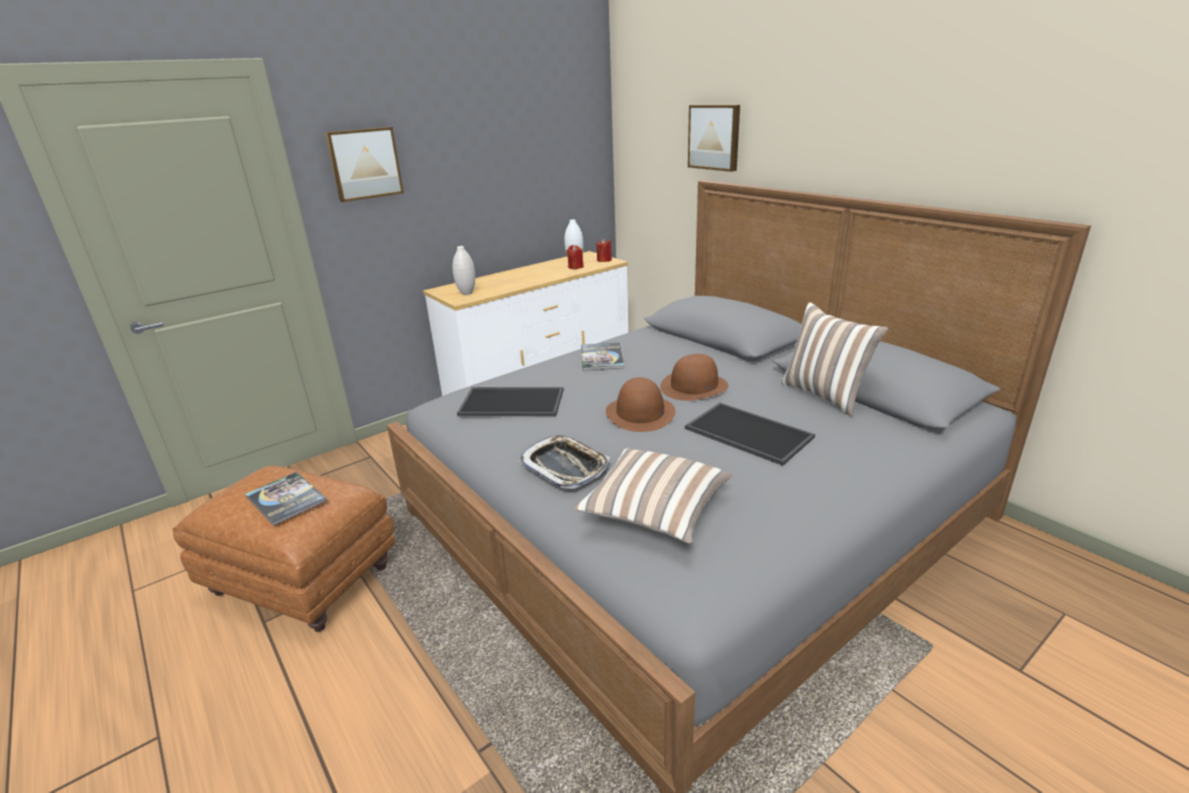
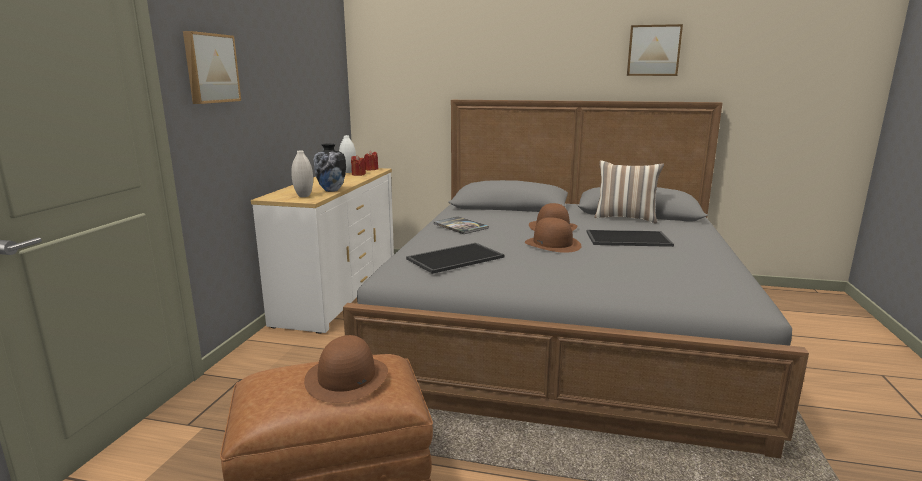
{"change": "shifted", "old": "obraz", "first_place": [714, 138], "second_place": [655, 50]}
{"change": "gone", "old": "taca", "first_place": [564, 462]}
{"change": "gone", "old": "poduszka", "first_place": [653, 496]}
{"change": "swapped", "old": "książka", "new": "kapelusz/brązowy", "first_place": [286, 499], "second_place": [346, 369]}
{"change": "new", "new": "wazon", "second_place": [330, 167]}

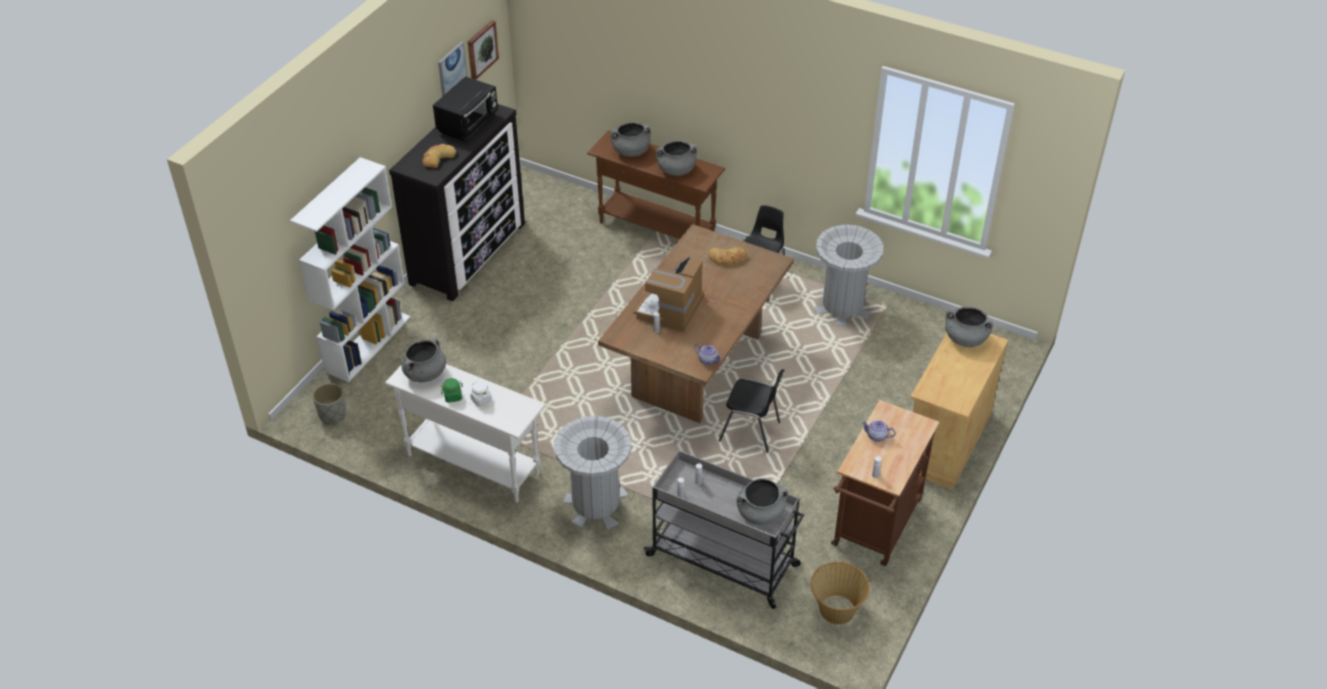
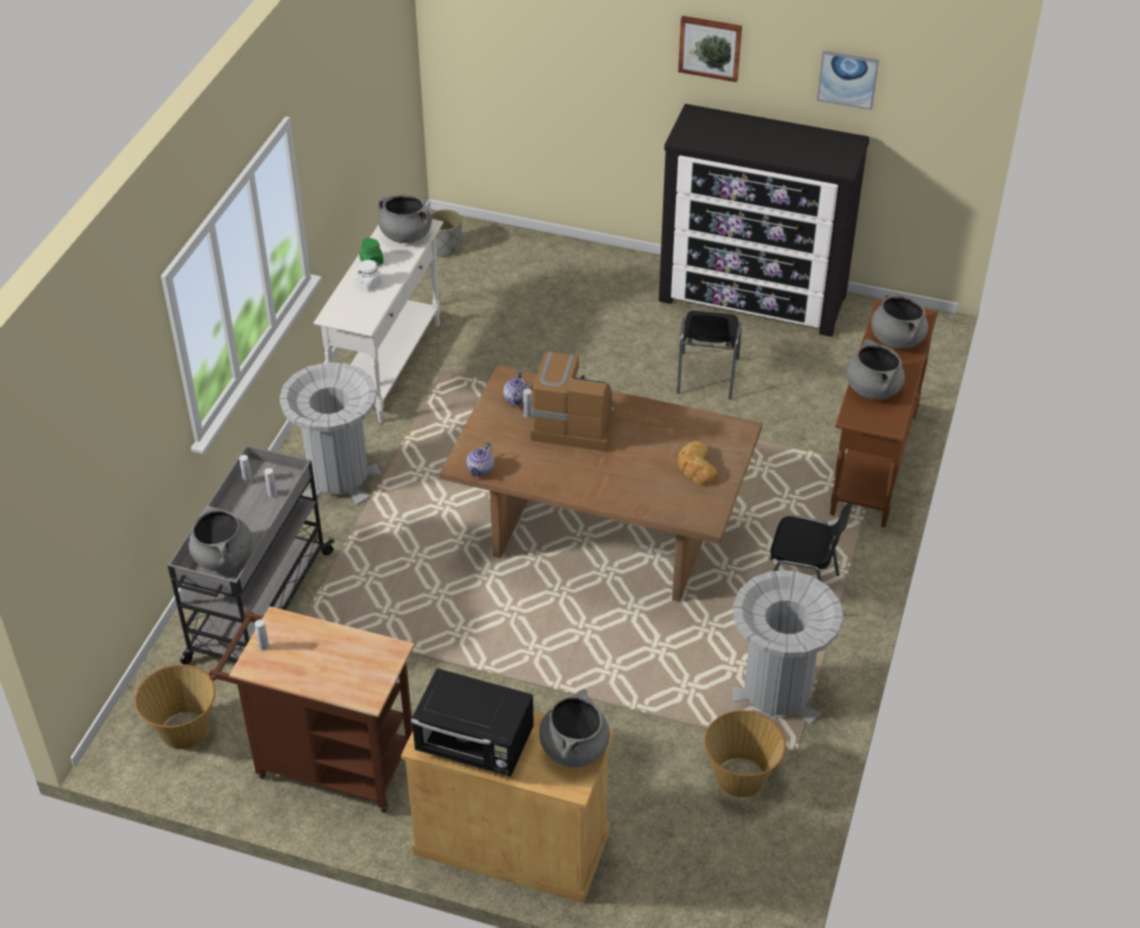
{"change": "shifted", "old": "obraz", "first_place": [483, 50], "second_place": [710, 49]}
{"change": "shifted", "old": "mikrofalówka/czarny", "first_place": [465, 108], "second_place": [472, 722]}
{"change": "gone", "old": "chleb", "first_place": [439, 156]}
{"change": "gone", "old": "regał/biały", "first_place": [350, 269]}
{"change": "shifted", "old": "krzesło/czarny", "first_place": [751, 411], "second_place": [709, 355]}
{"change": "shifted", "old": "imbryk", "first_place": [879, 431], "second_place": [516, 388]}
{"change": "new", "new": "koszyk", "second_place": [745, 754]}

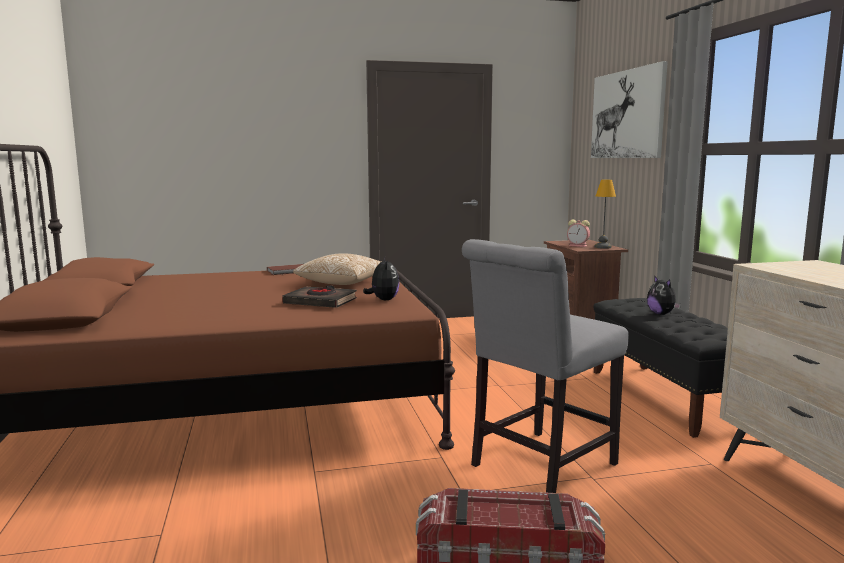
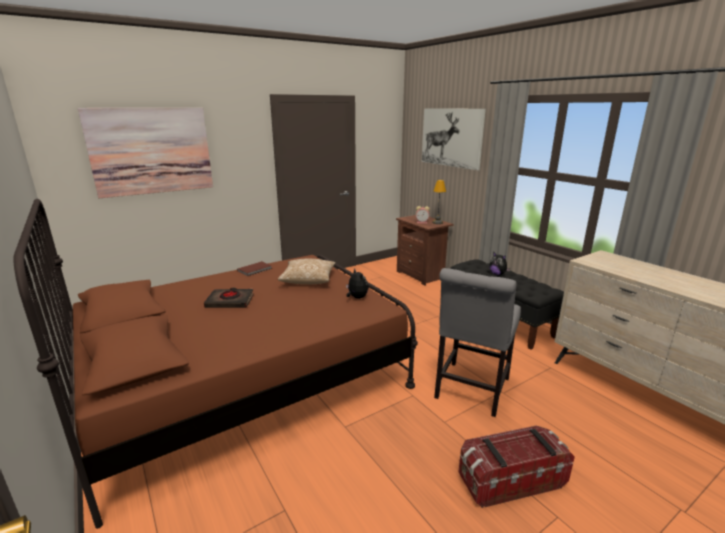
{"change": "shifted", "old": "książka/czarny", "first_place": [319, 296], "second_place": [229, 298]}
{"change": "new", "new": "obraz", "second_place": [145, 153]}

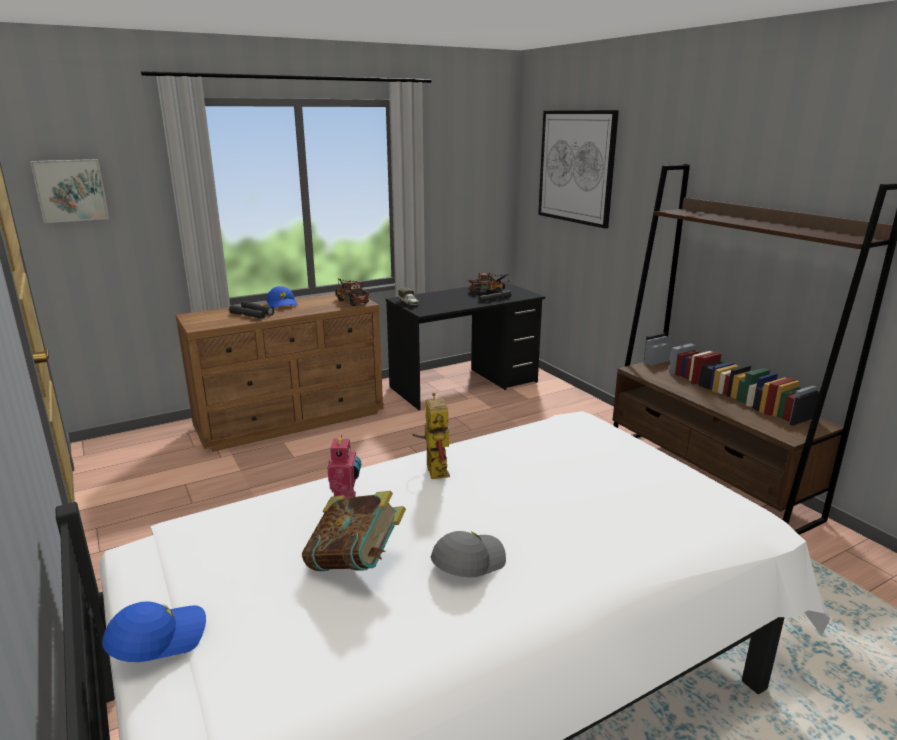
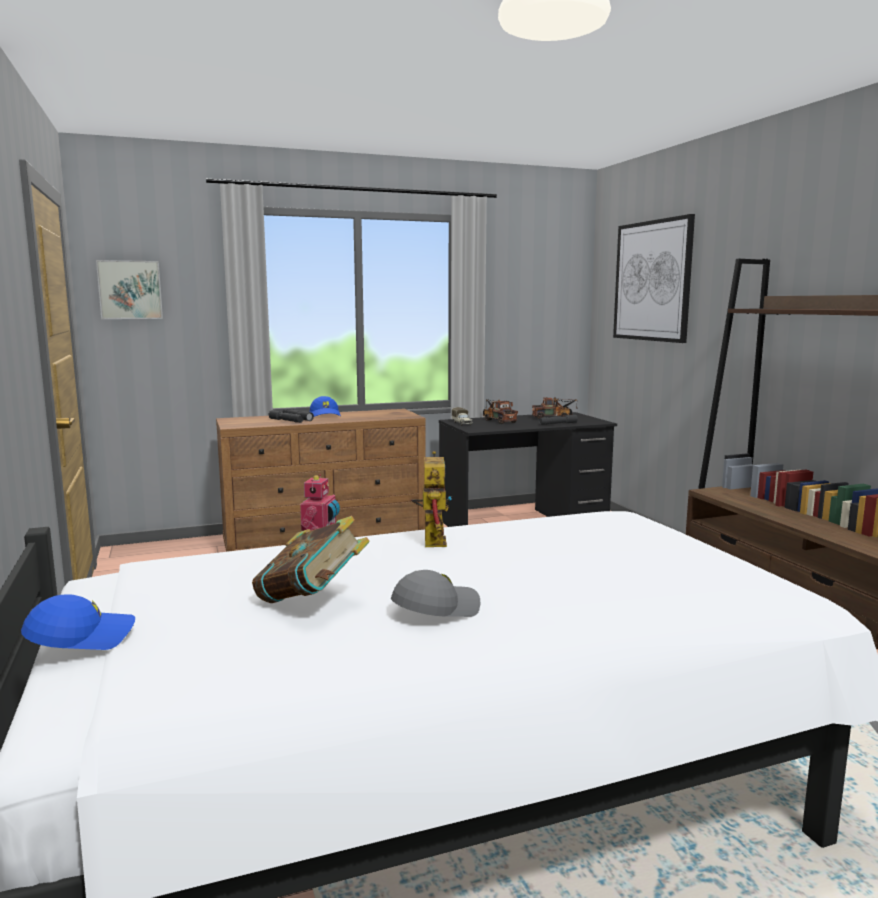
{"change": "shifted", "old": "ciężarówka zabawkowa", "first_place": [352, 292], "second_place": [500, 411]}

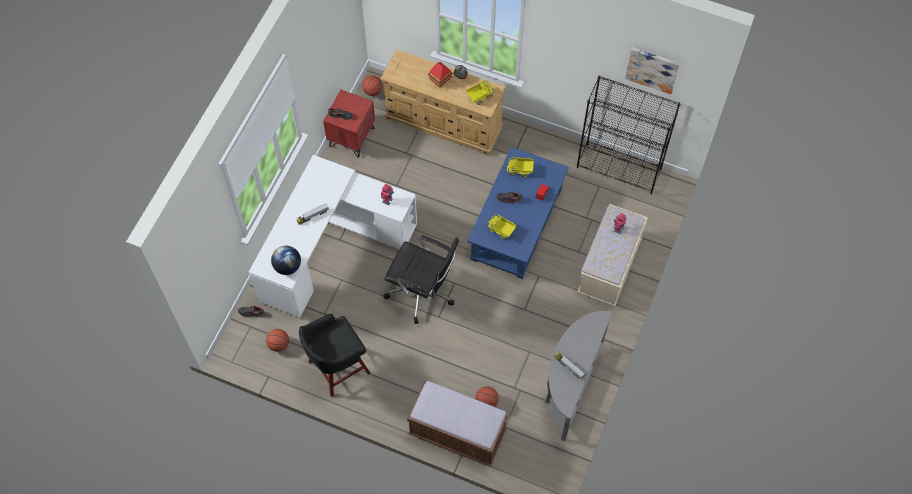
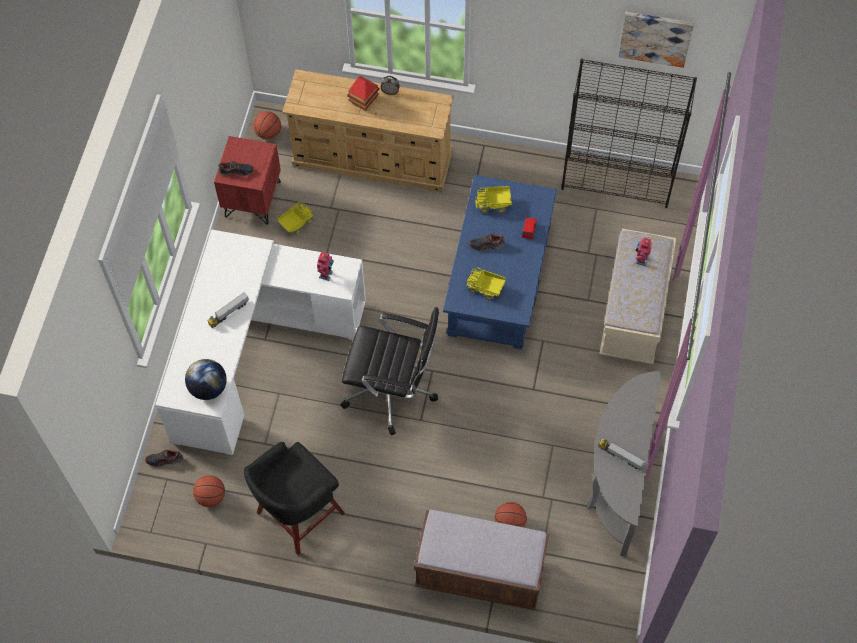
{"change": "shifted", "old": "ciężarówka zabawkowa", "first_place": [479, 93], "second_place": [295, 218]}

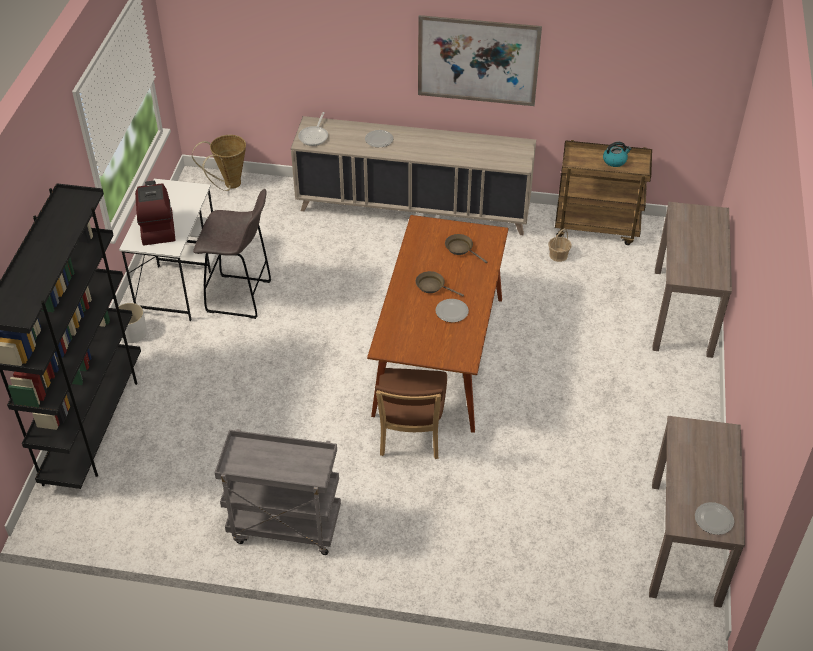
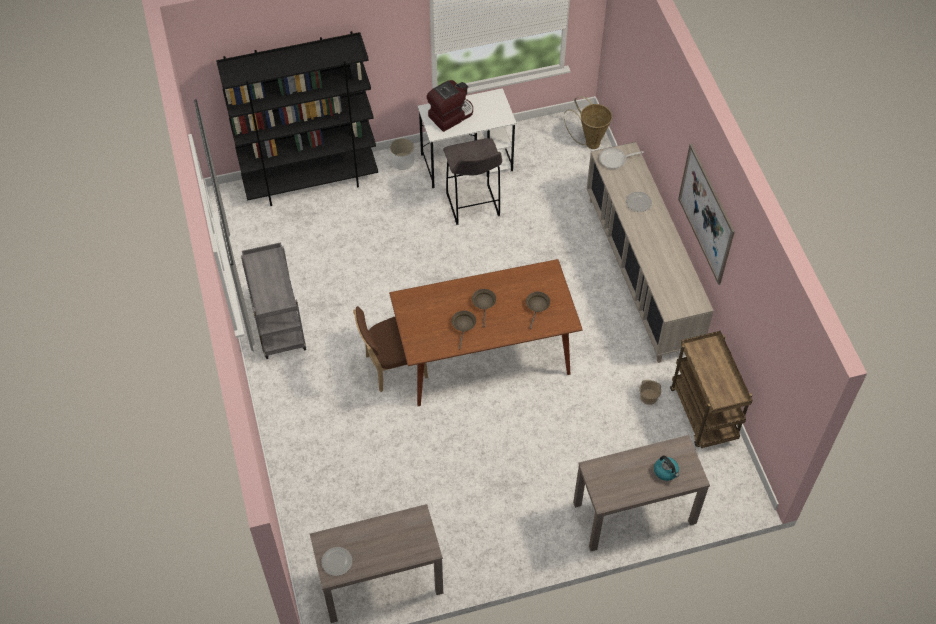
{"change": "shifted", "old": "czajnik", "first_place": [617, 154], "second_place": [666, 468]}
{"change": "swapped", "old": "talerz", "new": "patelnia/brązowy", "first_place": [452, 310], "second_place": [463, 330]}

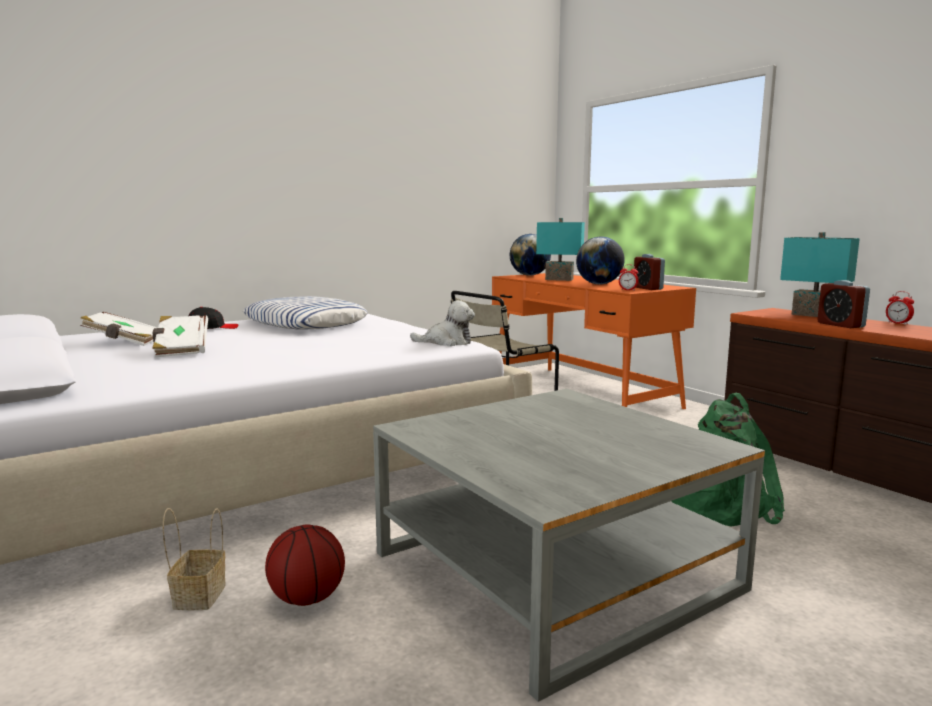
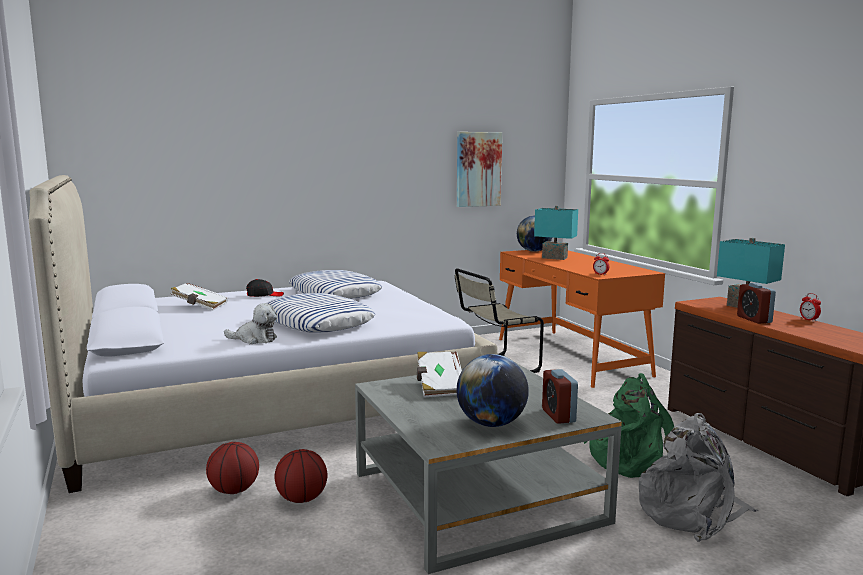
{"change": "shifted", "old": "globus", "first_place": [600, 260], "second_place": [493, 390]}
{"change": "shifted", "old": "budzik", "first_place": [649, 272], "second_place": [560, 396]}
{"change": "shifted", "old": "pluszak", "first_place": [442, 323], "second_place": [250, 323]}
{"change": "shifted", "old": "książka/biały", "first_place": [180, 336], "second_place": [439, 374]}
{"change": "swapped", "old": "koszyk", "new": "piłka do koszykówki", "first_place": [194, 559], "second_place": [232, 468]}
{"change": "new", "new": "obraz", "second_place": [479, 169]}
{"change": "new", "new": "poduszka", "second_place": [321, 313]}
{"change": "new", "new": "plecak/szary", "second_place": [698, 477]}

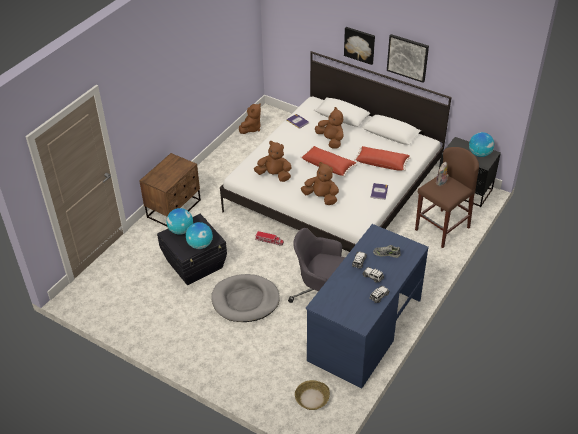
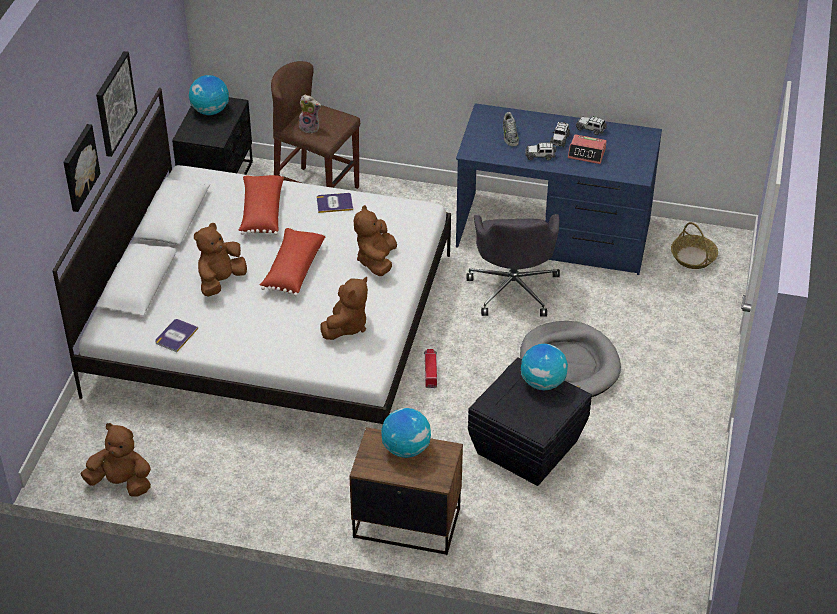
{"change": "rotated", "old": "pluszak/brązowy", "first_place": [273, 161], "second_place": [344, 308], "degrees": -150}
{"change": "shifted", "old": "globus", "first_place": [179, 221], "second_place": [406, 433]}
{"change": "new", "new": "budzik", "second_place": [587, 149]}

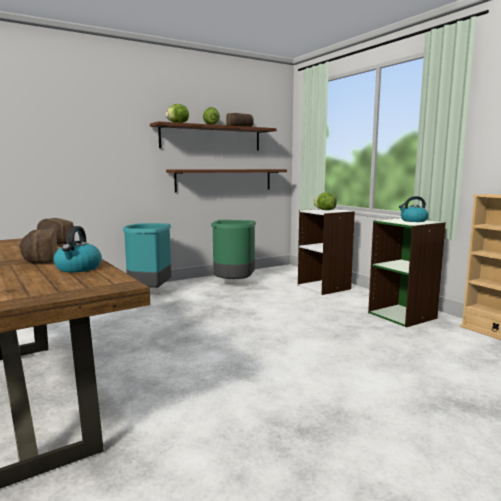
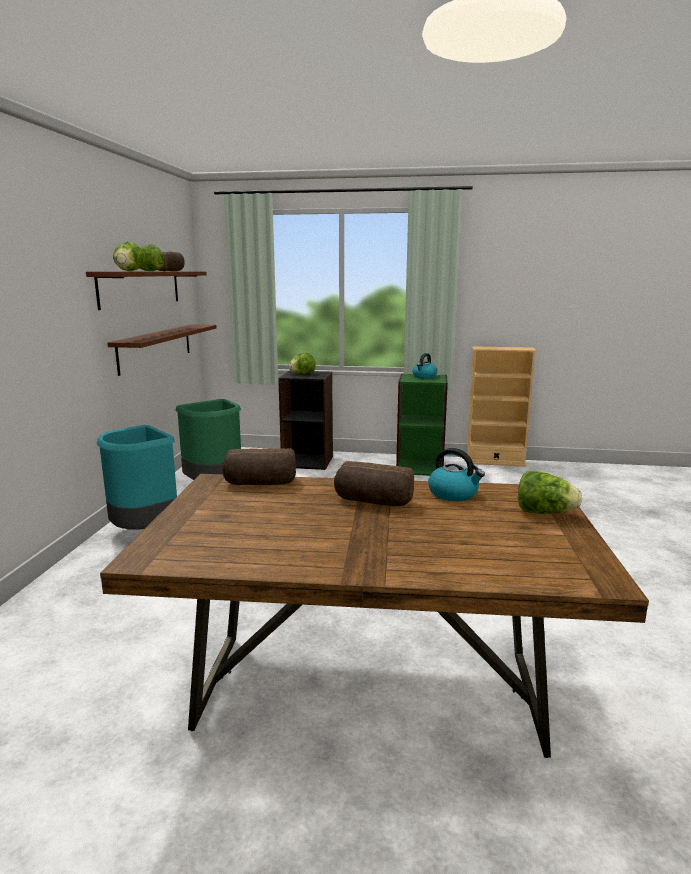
{"change": "repainted", "old": "regał/biały", "new": "regał/czarny", "first_place": [326, 252], "second_place": [305, 420]}
{"change": "new", "new": "sałata", "second_place": [550, 492]}

